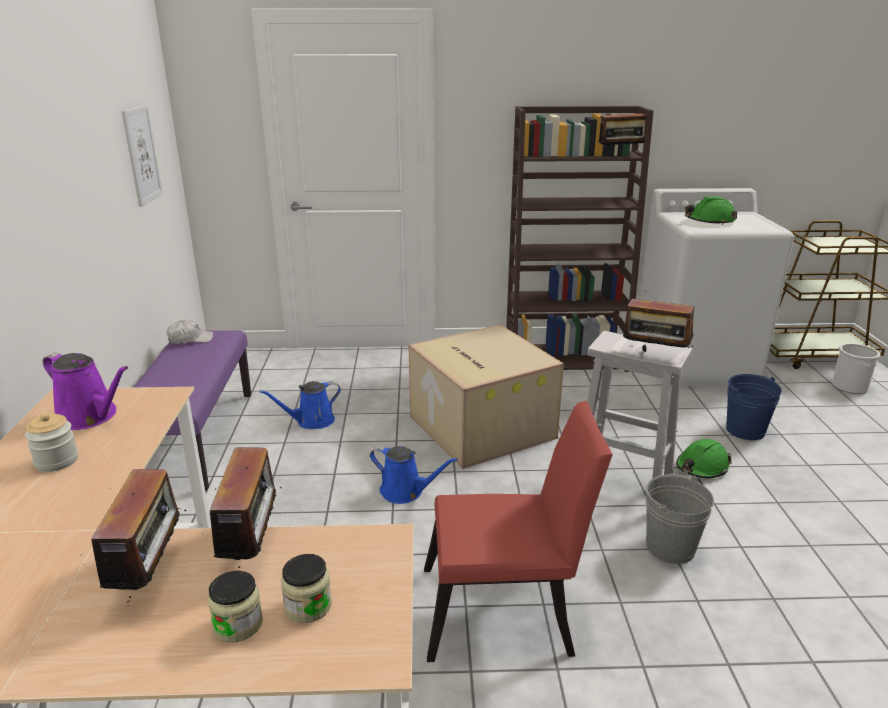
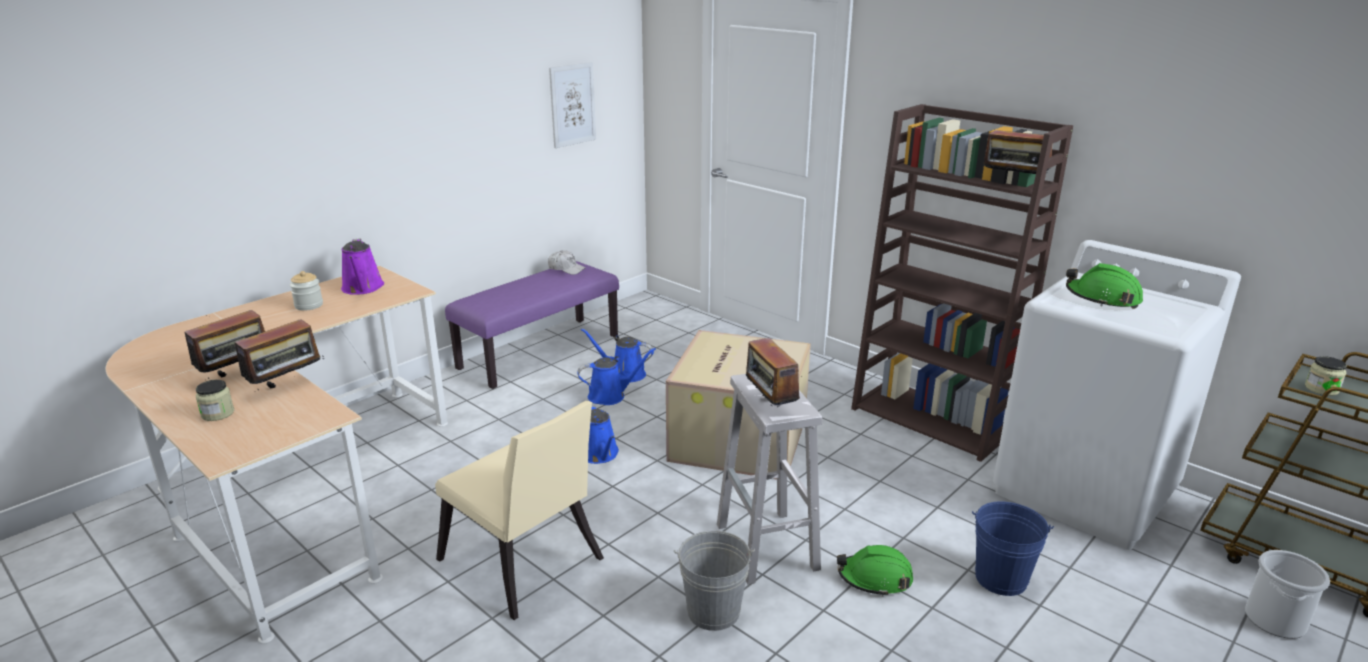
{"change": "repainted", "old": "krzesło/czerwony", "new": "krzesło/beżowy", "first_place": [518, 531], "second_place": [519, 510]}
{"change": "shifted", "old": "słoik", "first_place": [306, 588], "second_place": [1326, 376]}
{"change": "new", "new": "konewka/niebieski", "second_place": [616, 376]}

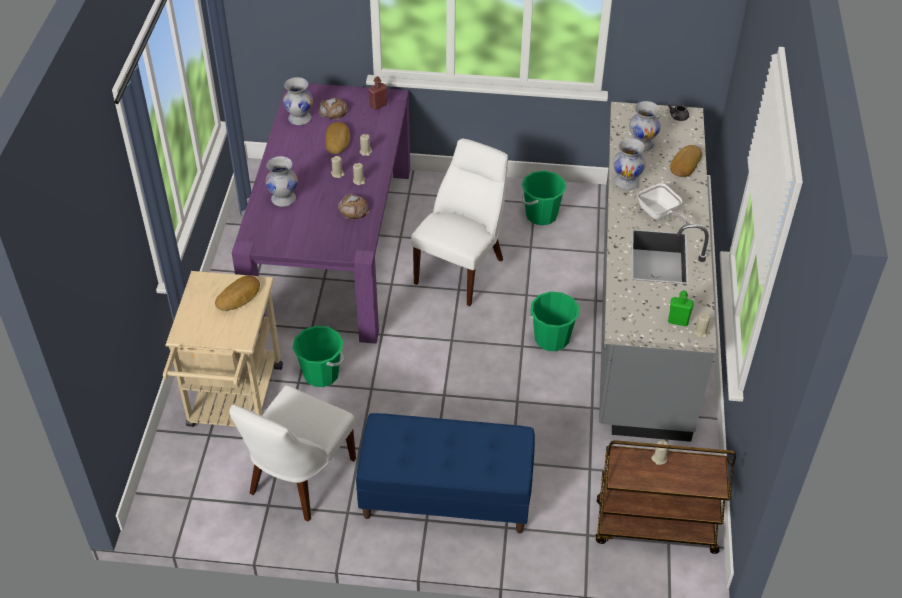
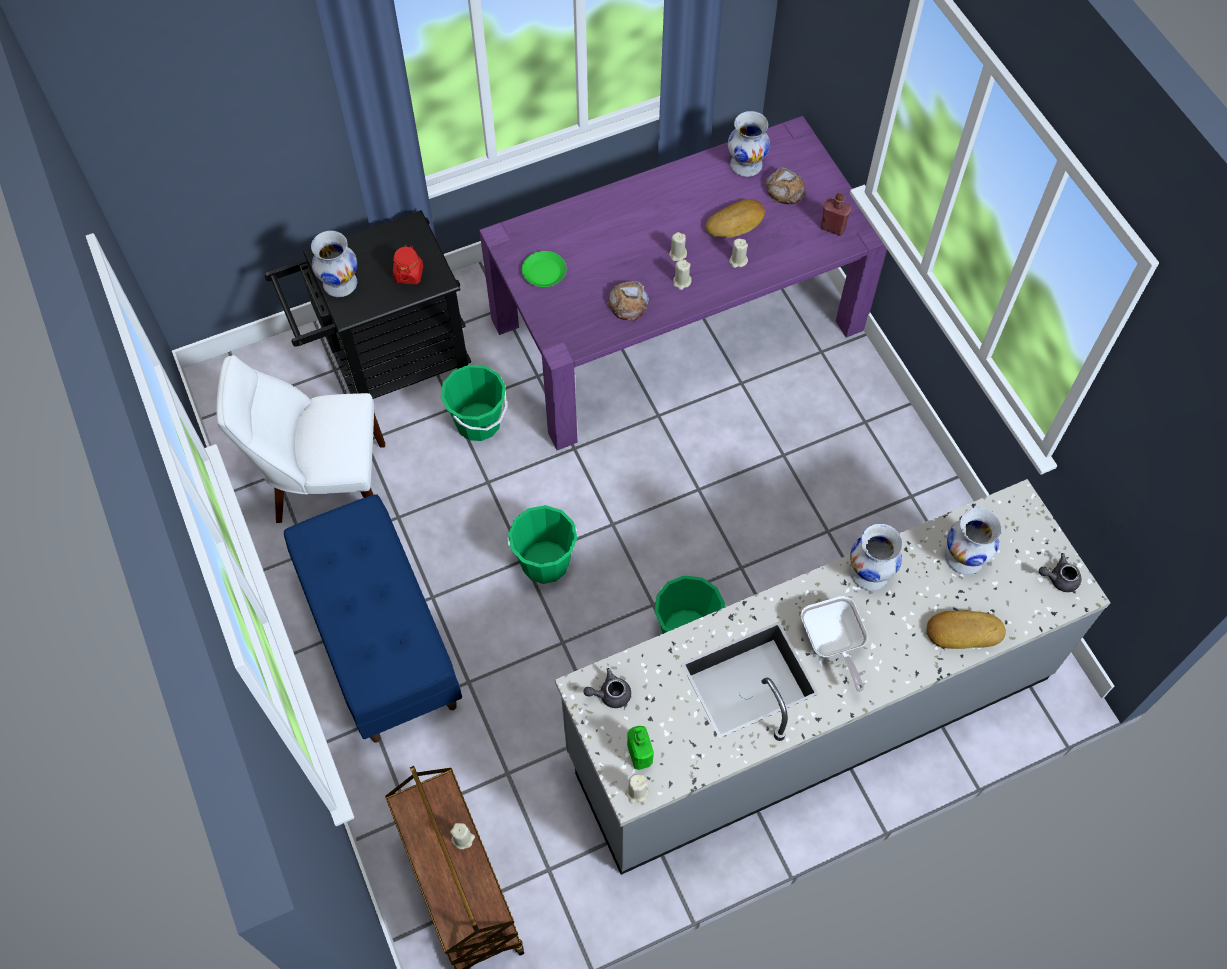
{"change": "gone", "old": "krzesło/biały", "first_place": [459, 222]}
{"change": "shifted", "old": "wazon/biały", "first_place": [281, 181], "second_place": [334, 264]}
{"change": "shifted", "old": "wiadro/zielony", "first_place": [544, 198], "second_place": [542, 544]}
{"change": "rotated", "old": "patelnia", "first_place": [663, 204], "second_place": [834, 644], "degrees": -45}
{"change": "repainted", "old": "wózek/beżowy", "new": "wózek/czarny", "first_place": [223, 349], "second_place": [368, 304]}
{"change": "swapped", "old": "chleb", "new": "słoik/czerwony", "first_place": [237, 293], "second_place": [408, 264]}
{"change": "new", "new": "talerz/zielony", "second_place": [544, 269]}
{"change": "new", "new": "imbryk/szary", "second_place": [607, 688]}

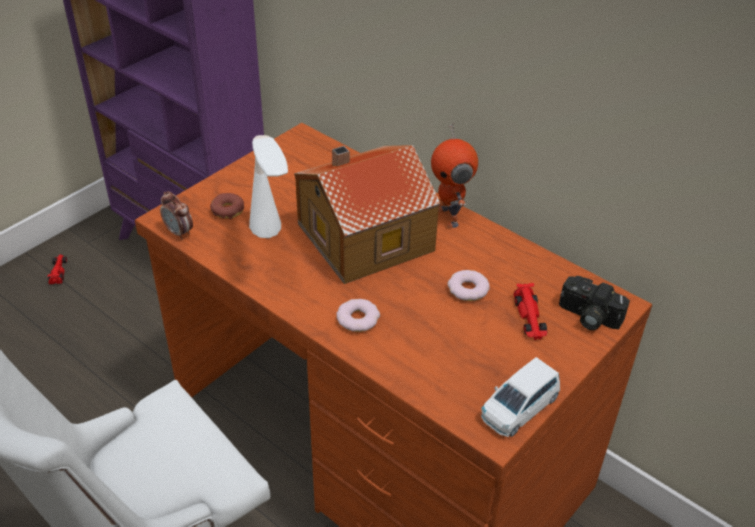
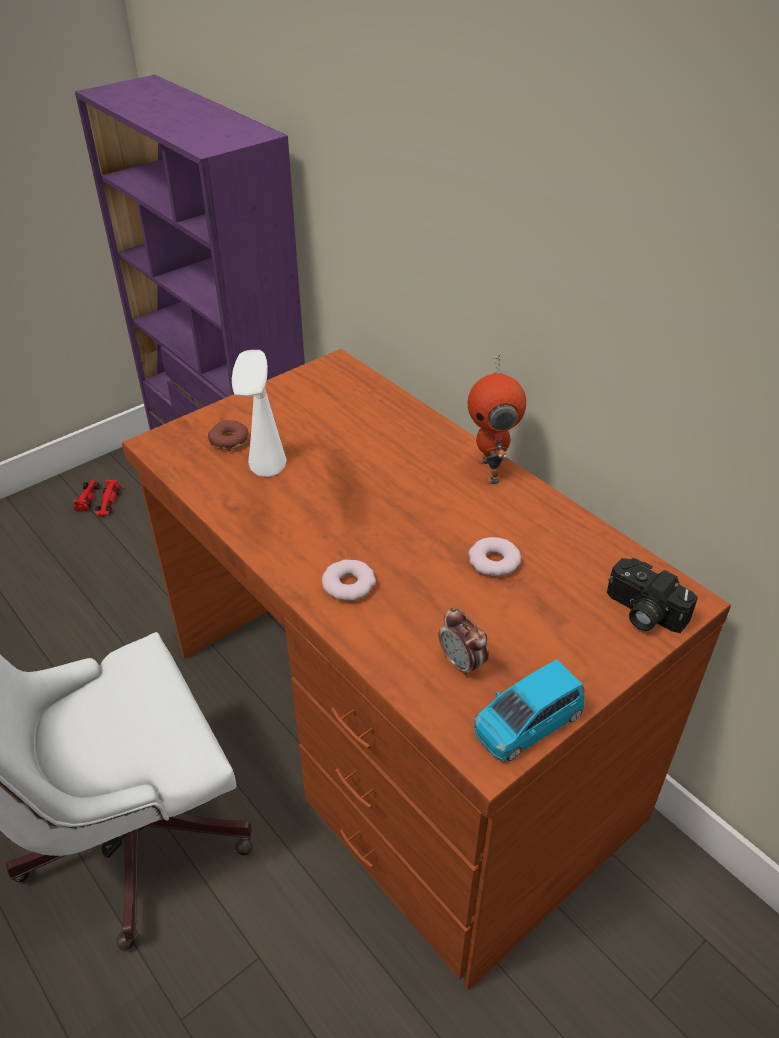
{"change": "gone", "old": "domek", "first_place": [367, 214]}
{"change": "shifted", "old": "budzik", "first_place": [176, 215], "second_place": [464, 642]}
{"change": "shifted", "old": "samochodzik/czerwony", "first_place": [531, 311], "second_place": [108, 498]}
{"change": "repainted", "old": "samochodzik/biały", "new": "samochodzik/niebieski", "first_place": [520, 397], "second_place": [529, 710]}

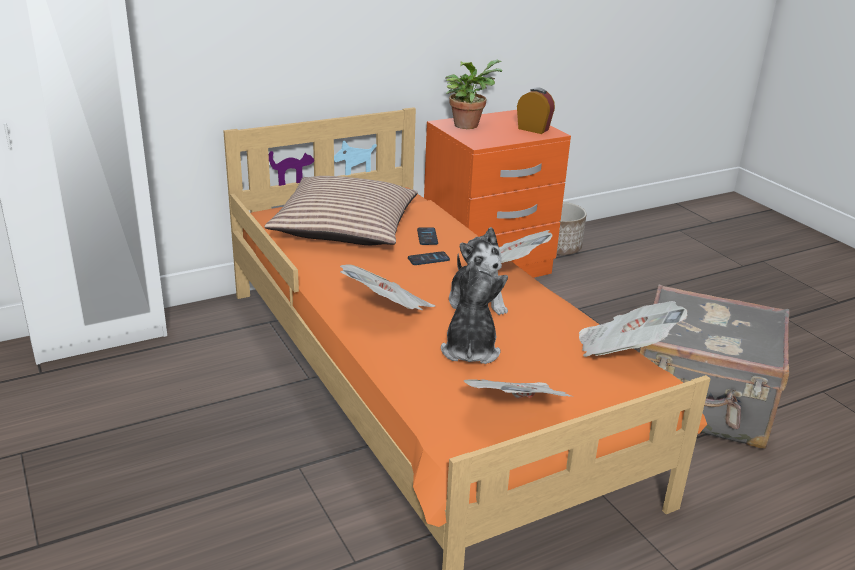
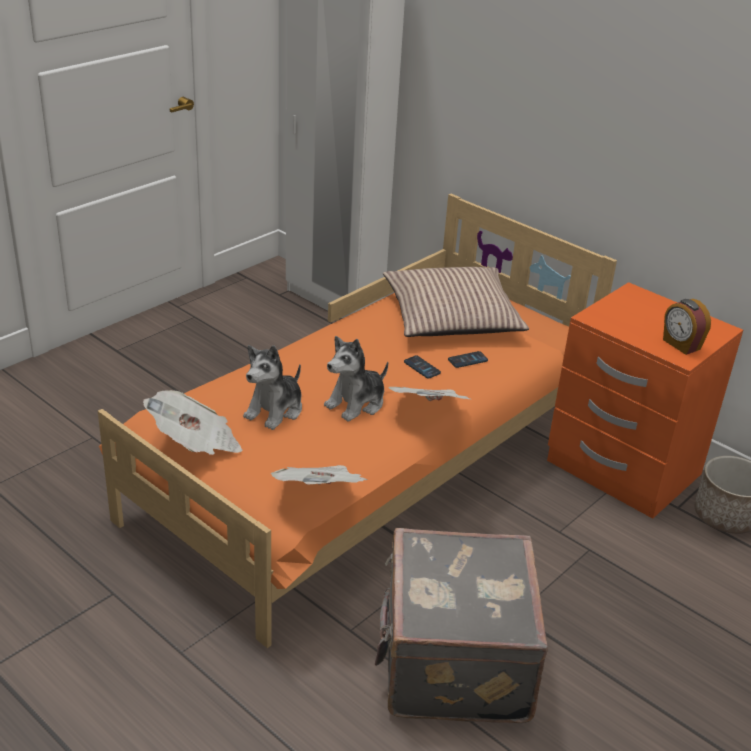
{"change": "gone", "old": "roślina doniczkowa", "first_place": [473, 94]}
{"change": "rotated", "old": "budzik", "first_place": [536, 111], "second_place": [687, 327], "degrees": 135}
{"change": "rotated", "old": "pluszak", "first_place": [474, 312], "second_place": [272, 387], "degrees": 135}
{"change": "gone", "old": "gazeta", "first_place": [387, 287]}

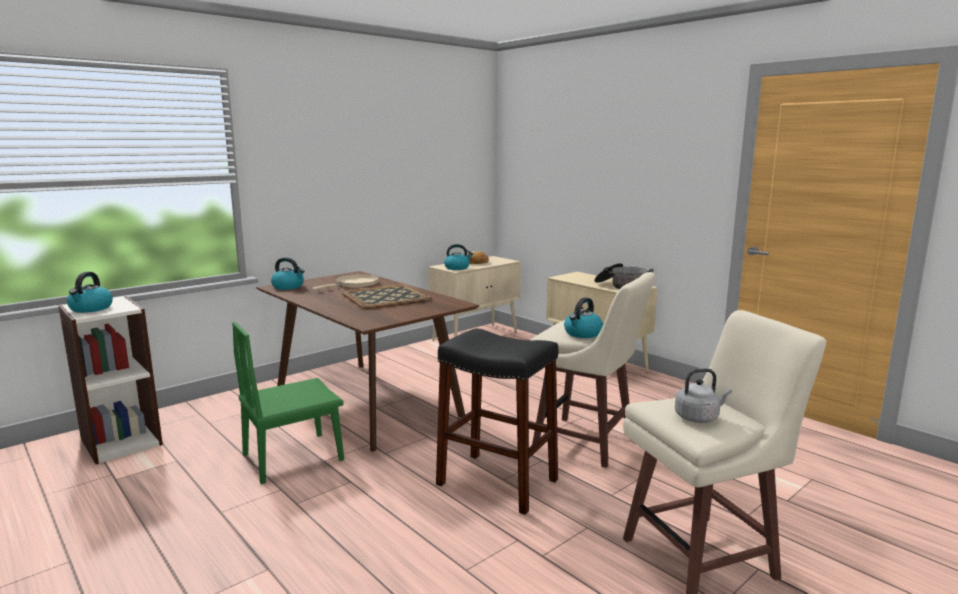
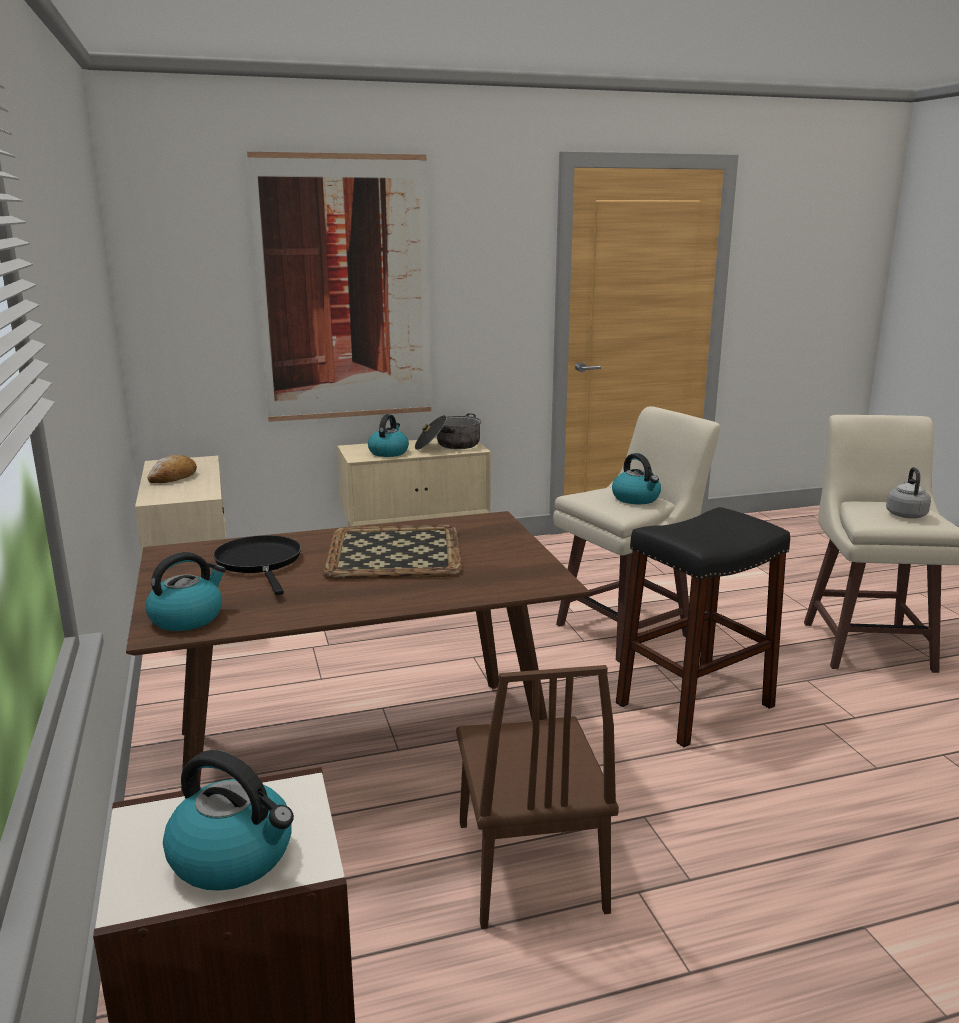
{"change": "shifted", "old": "czajnik", "first_place": [458, 257], "second_place": [388, 435]}
{"change": "repainted", "old": "patelnia/beżowy", "new": "patelnia/czarny", "first_place": [345, 282], "second_place": [257, 565]}
{"change": "repainted", "old": "krzesło/zielony", "new": "krzesło/brązowy", "first_place": [288, 403], "second_place": [537, 797]}
{"change": "new", "new": "obraz", "second_place": [339, 287]}

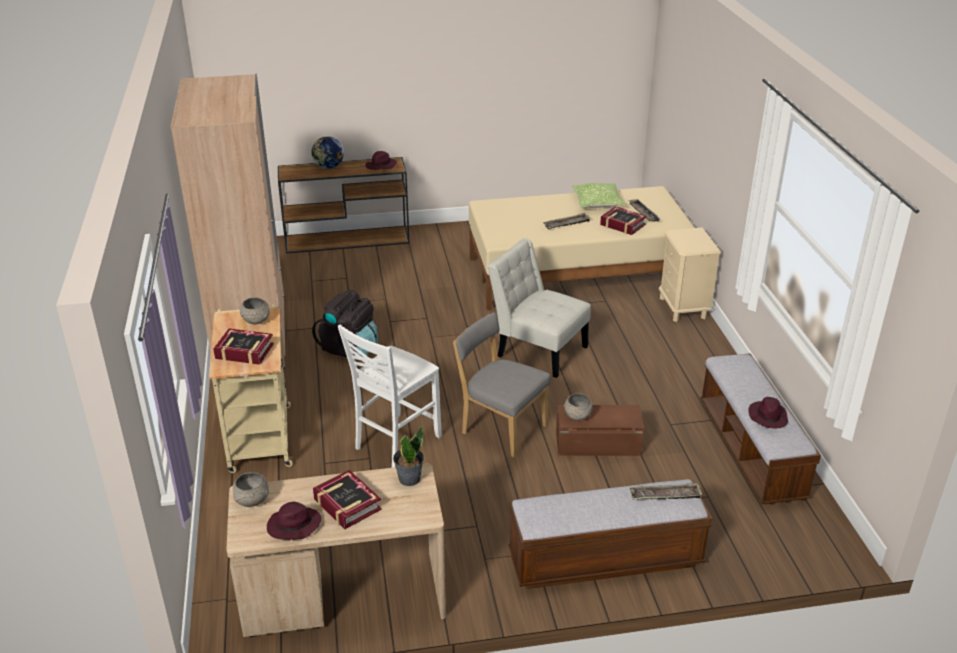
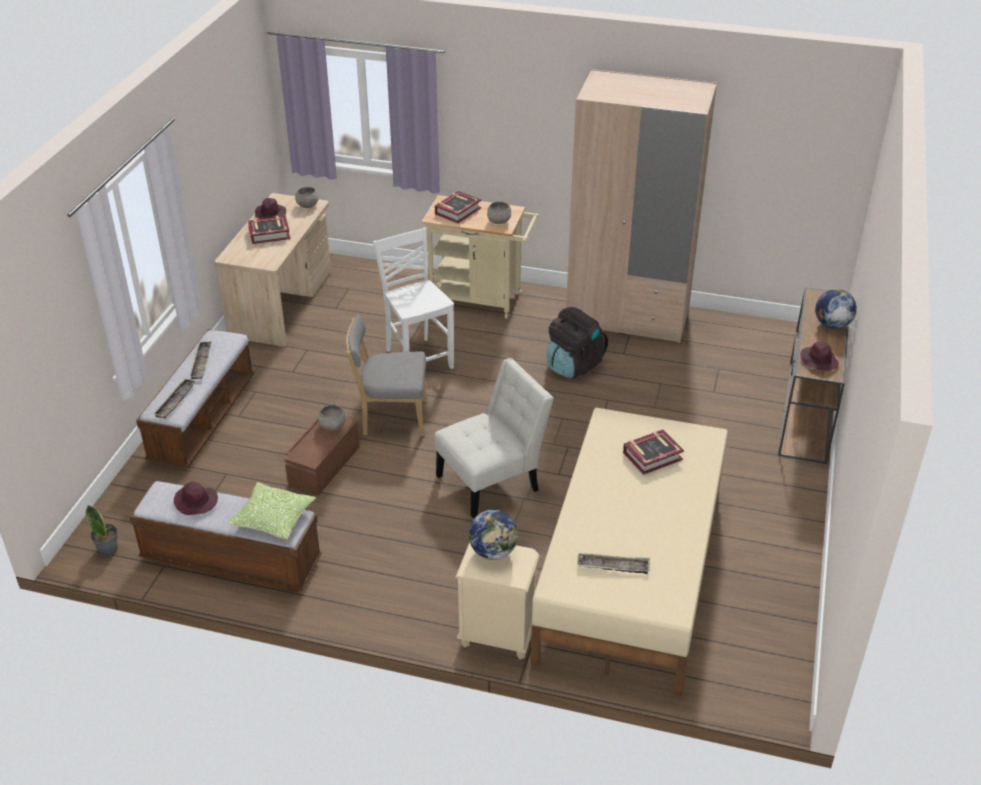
{"change": "shifted", "old": "poduszka", "first_place": [598, 195], "second_place": [271, 510]}
{"change": "shifted", "old": "książka", "first_place": [623, 220], "second_place": [653, 452]}
{"change": "shifted", "old": "taca", "first_place": [567, 221], "second_place": [200, 360]}
{"change": "rotated", "old": "krzesło/szary", "first_place": [502, 385], "second_place": [386, 375], "degrees": -150}
{"change": "shifted", "old": "roślina doniczkowa", "first_place": [408, 456], "second_place": [102, 530]}
{"change": "new", "new": "globus", "second_place": [493, 535]}

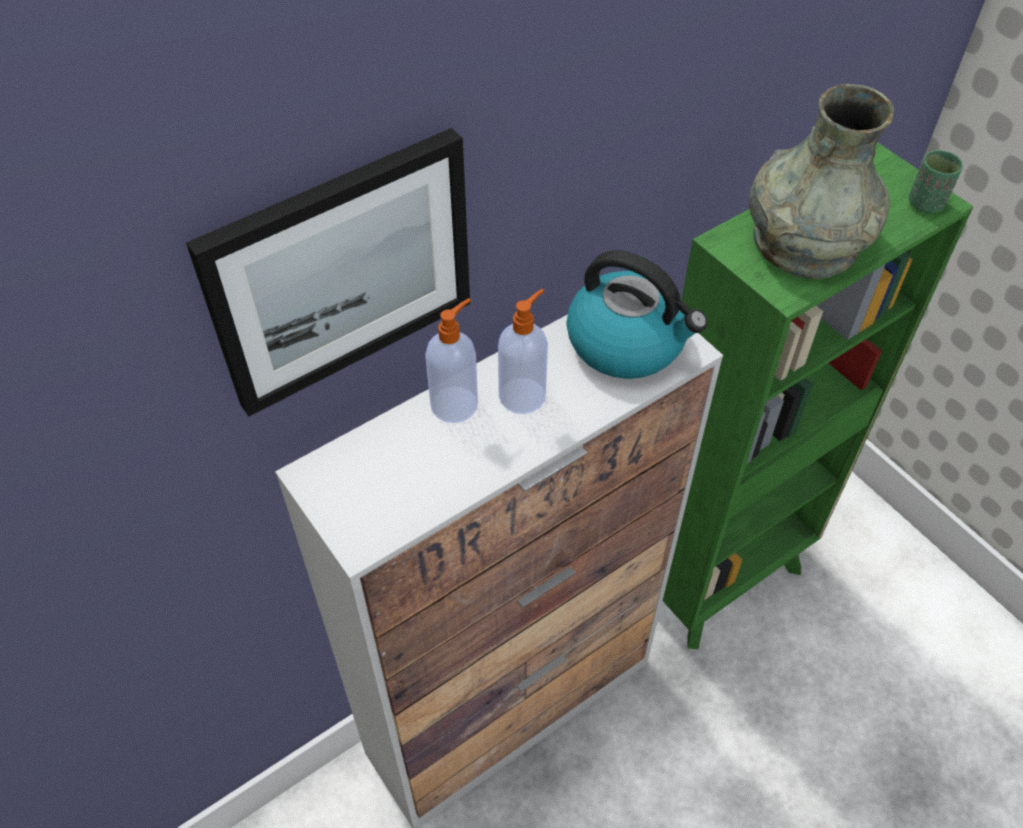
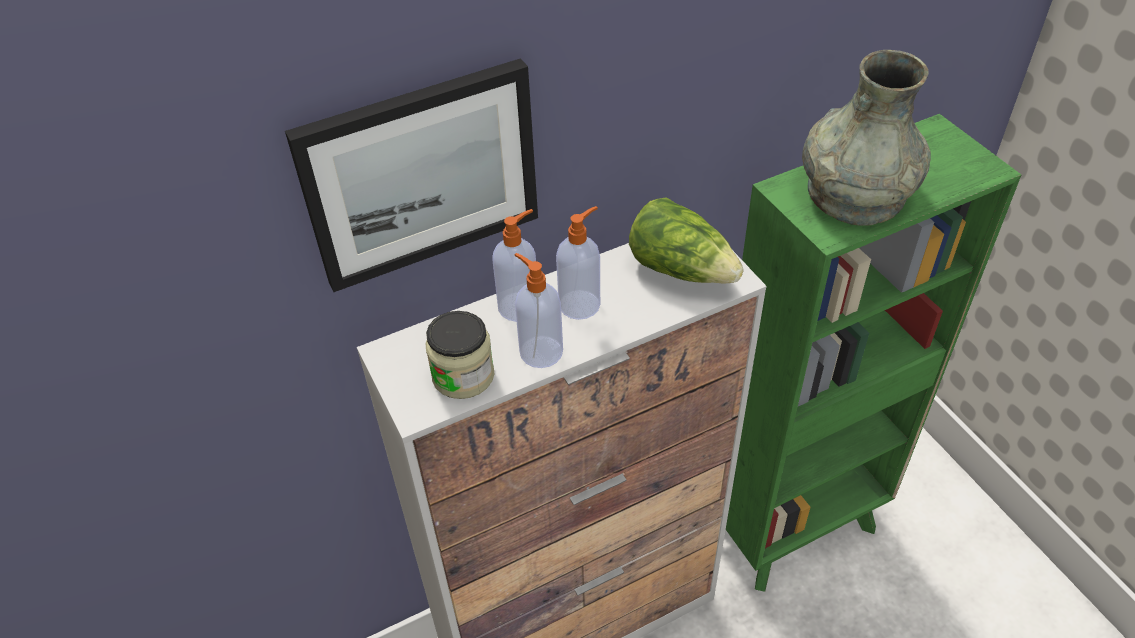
{"change": "gone", "old": "filiżanka/zielony", "first_place": [936, 181]}
{"change": "swapped", "old": "czajnik", "new": "sałata", "first_place": [636, 314], "second_place": [686, 240]}
{"change": "new", "new": "dozownik mydła", "second_place": [538, 310]}
{"change": "new", "new": "słoik", "second_place": [460, 355]}

